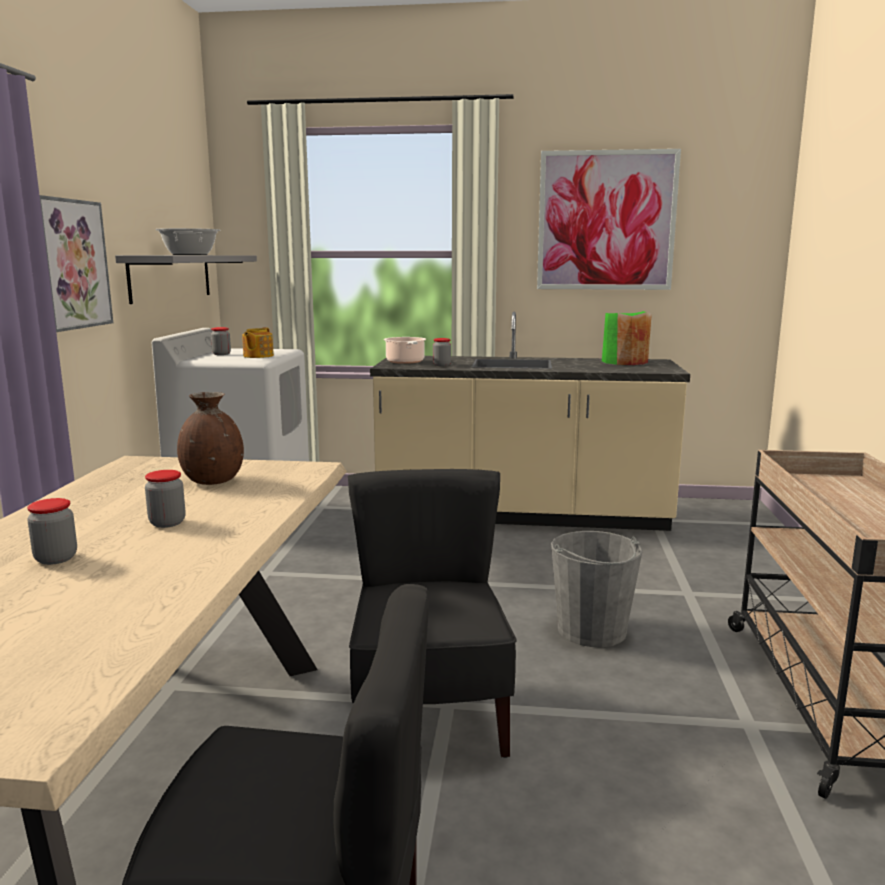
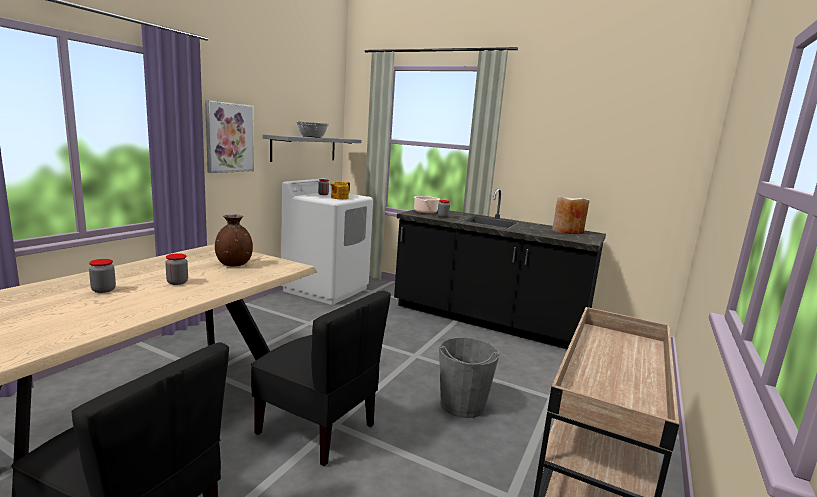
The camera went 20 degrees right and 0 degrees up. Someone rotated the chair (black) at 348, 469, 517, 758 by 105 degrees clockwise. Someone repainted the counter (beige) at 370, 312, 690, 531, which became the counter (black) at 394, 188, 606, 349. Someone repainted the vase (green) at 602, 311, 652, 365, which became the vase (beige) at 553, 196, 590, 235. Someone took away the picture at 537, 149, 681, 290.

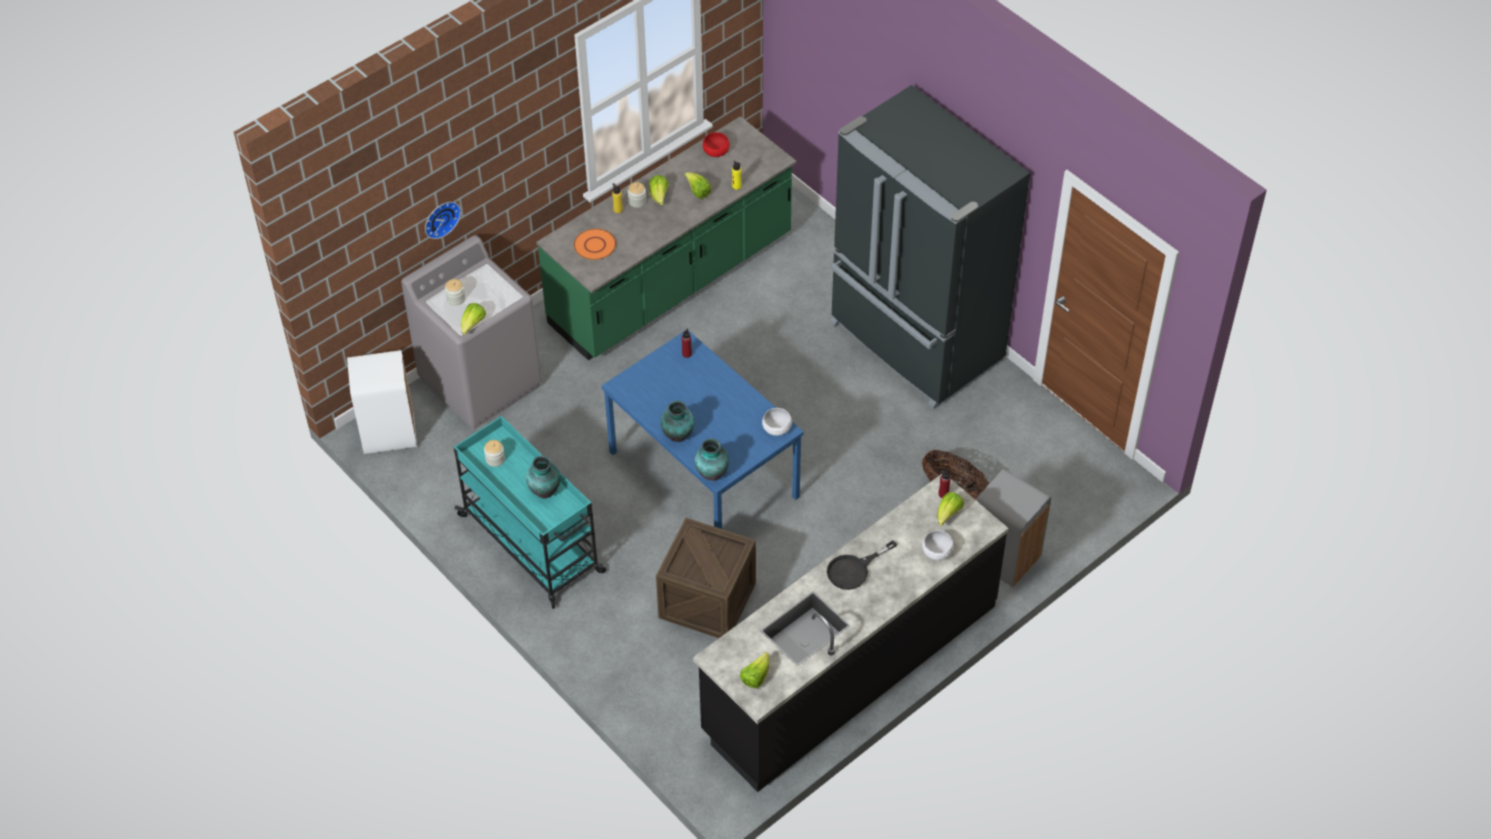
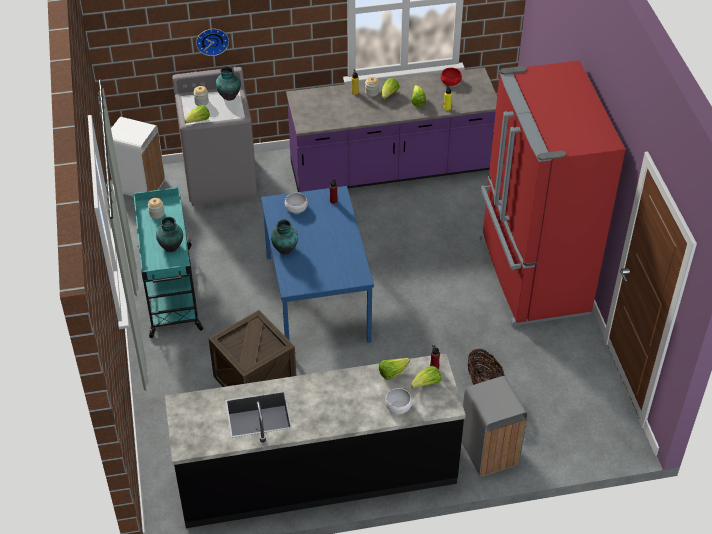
The camera went 30 degrees right and 5 degrees down. Someone carried the vase from 695, 438, 729, 481 to 216, 66, 241, 100. Someone carried the bowl (white) from 762, 408, 792, 436 to 285, 192, 308, 213. Someone repainted the counter (green) at 536, 116, 796, 360, which became the counter (purple) at 286, 67, 497, 192. Someone carried the lettuce from 740, 652, 769, 688 to 379, 358, 410, 380. Someone repainted the fridge (black) at 830, 85, 1030, 409, which became the fridge (red) at 480, 60, 625, 326. Someone took away the plate (orange) at 574, 229, 616, 260. Someone took away the frying pan (black) at 827, 540, 897, 590.

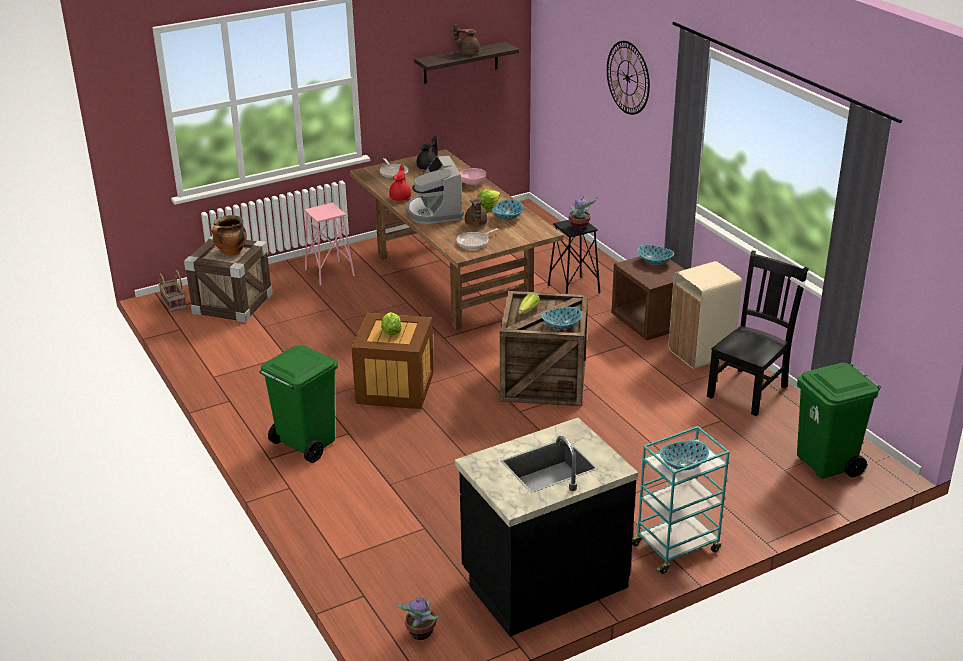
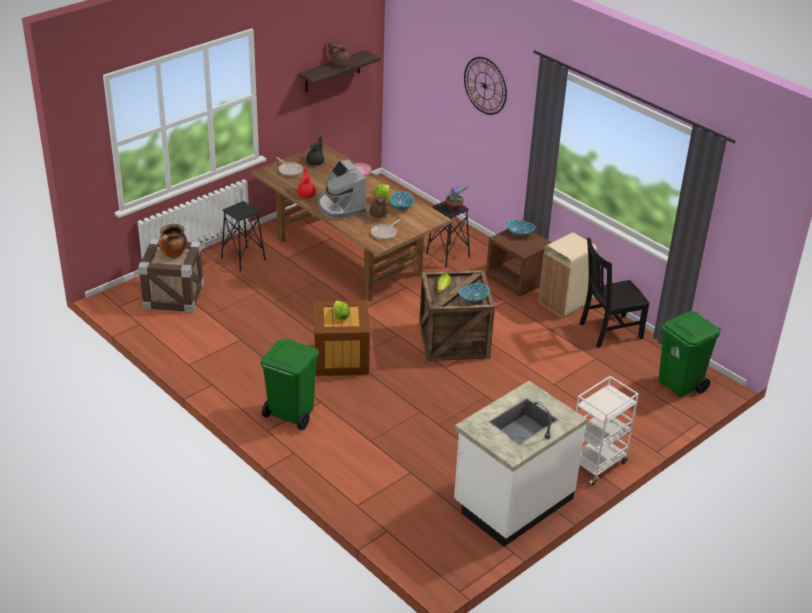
The camera went 15 degrees left and 5 degrees up. Someone repainted the stool (pink) at 304, 202, 355, 285, which became the stool (black) at 221, 201, 266, 272. Someone repainted the counter (black) at 455, 418, 638, 637, which became the counter (white) at 454, 381, 587, 547. Someone repainted the cart (turquoise) at 632, 426, 730, 574, which became the cart (white) at 576, 376, 639, 485. Someone rotated the chair (black) at 707, 250, 809, 416 by 135 degrees counterclockwise. Someone took away the basket at 159, 270, 187, 312. Someone took away the potted plant at 395, 597, 439, 640. Someone took away the bowl at 660, 441, 709, 470.

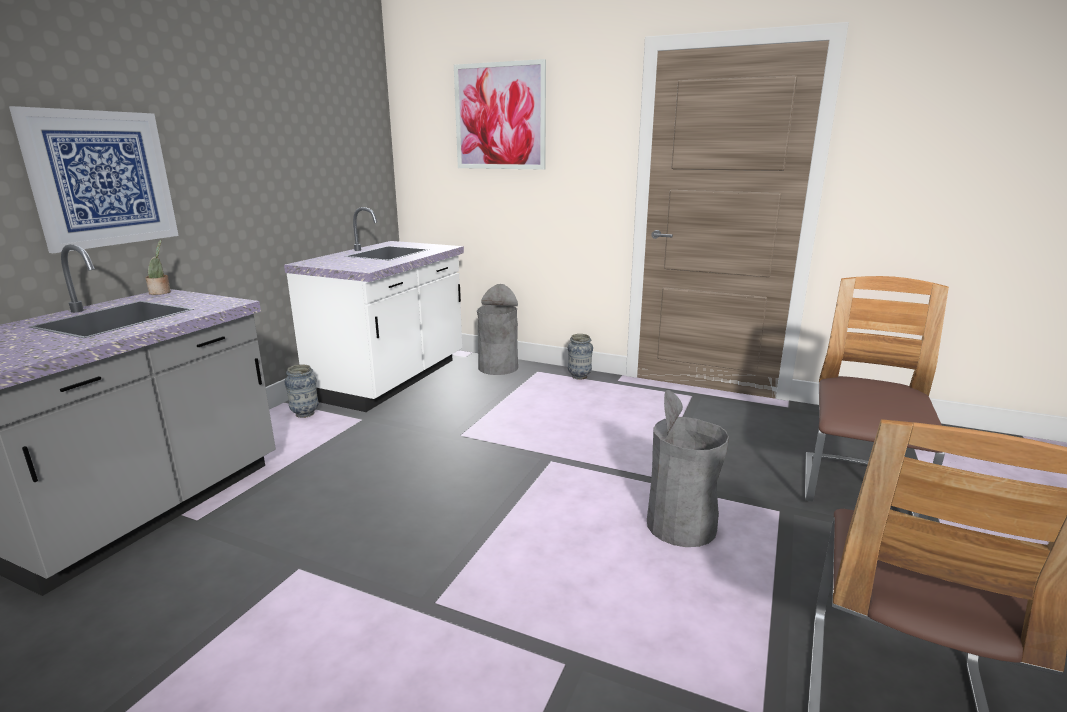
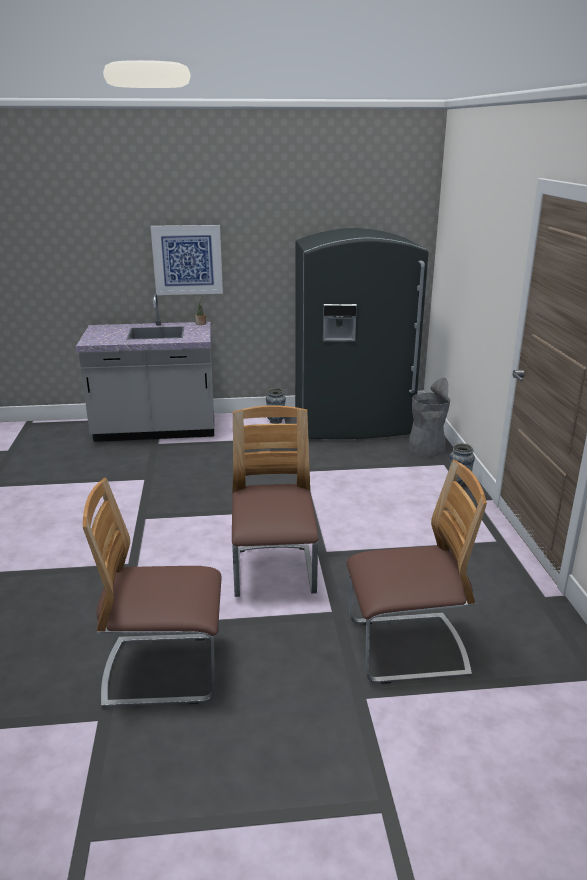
The camera went 60 degrees right and 5 degrees up. Someone swapped the trash can (grey) at 647, 390, 729, 547 for the chair at 232, 405, 319, 597. Someone swapped the counter (white) at 284, 207, 464, 412 for the fridge (grey) at 295, 228, 429, 439. Someone took away the picture at 454, 59, 546, 170.

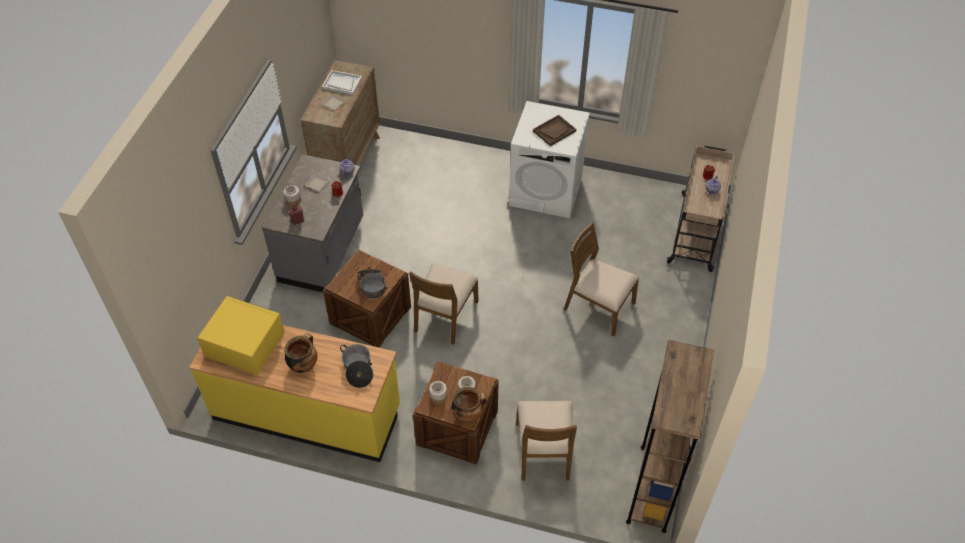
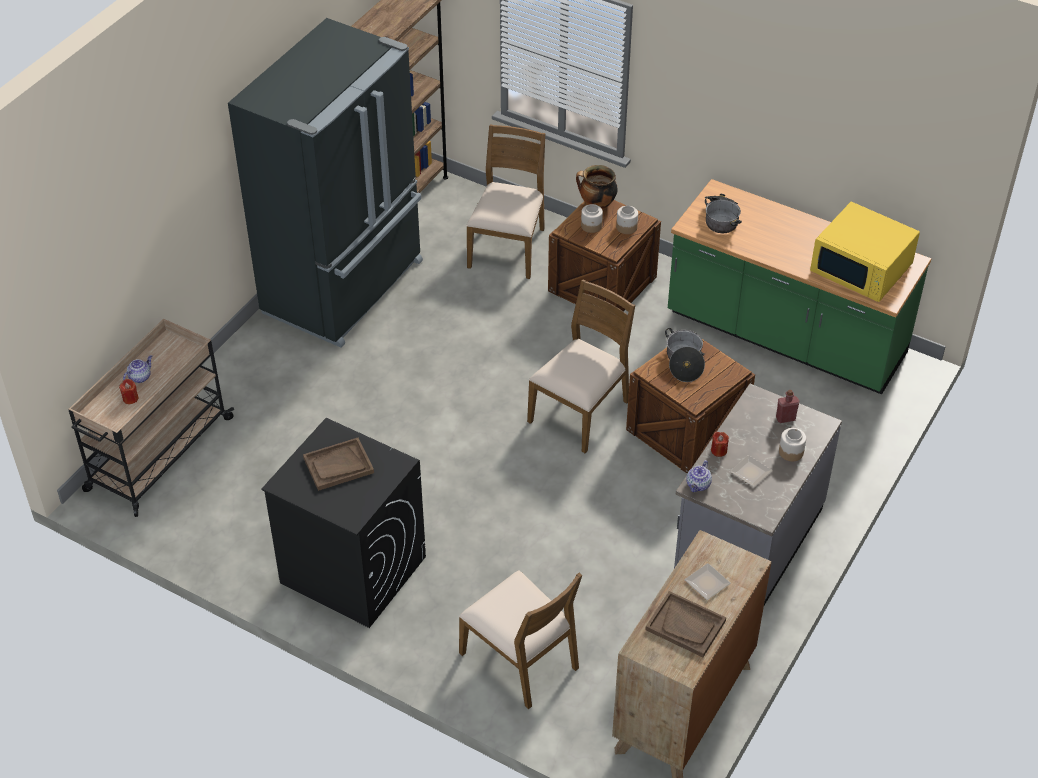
The camera went 165 degrees left and 5 degrees down. Someone put down the fridge (black) at 228, 18, 423, 347. Someone repainted the washing machine (white) at 509, 101, 590, 218, which became the washing machine (black) at 261, 418, 426, 628. Someone carried the chair (brown) from 564, 222, 639, 337 to 459, 571, 582, 709. Someone repainted the tray (white) at 322, 70, 362, 95, which became the tray (brown) at 645, 591, 726, 657. Someone repainted the counter (yellow) at 189, 325, 400, 462, which became the counter (green) at 668, 179, 931, 394. Someone took away the cooking pot at 284, 333, 317, 373.

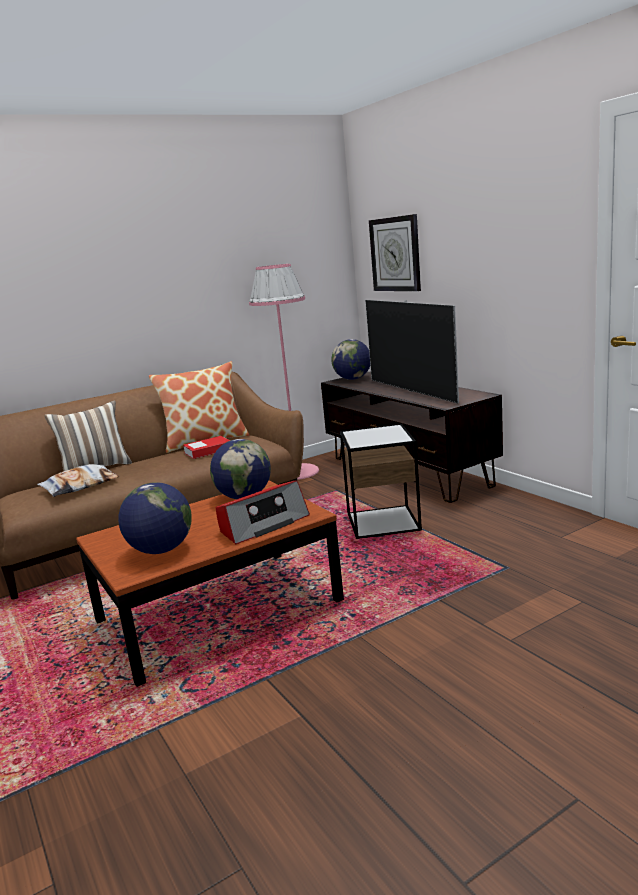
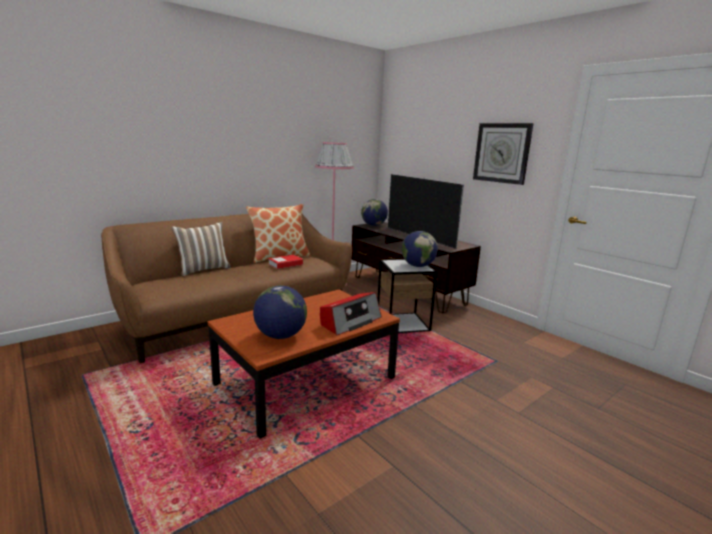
The camera went 10 degrees left and 0 degrees up. Someone carried the globe from 210, 439, 271, 499 to 401, 231, 438, 267. Someone carried the wall clock from 369, 214, 421, 291 to 473, 123, 533, 185. Someone took away the pillow at 37, 464, 119, 497.

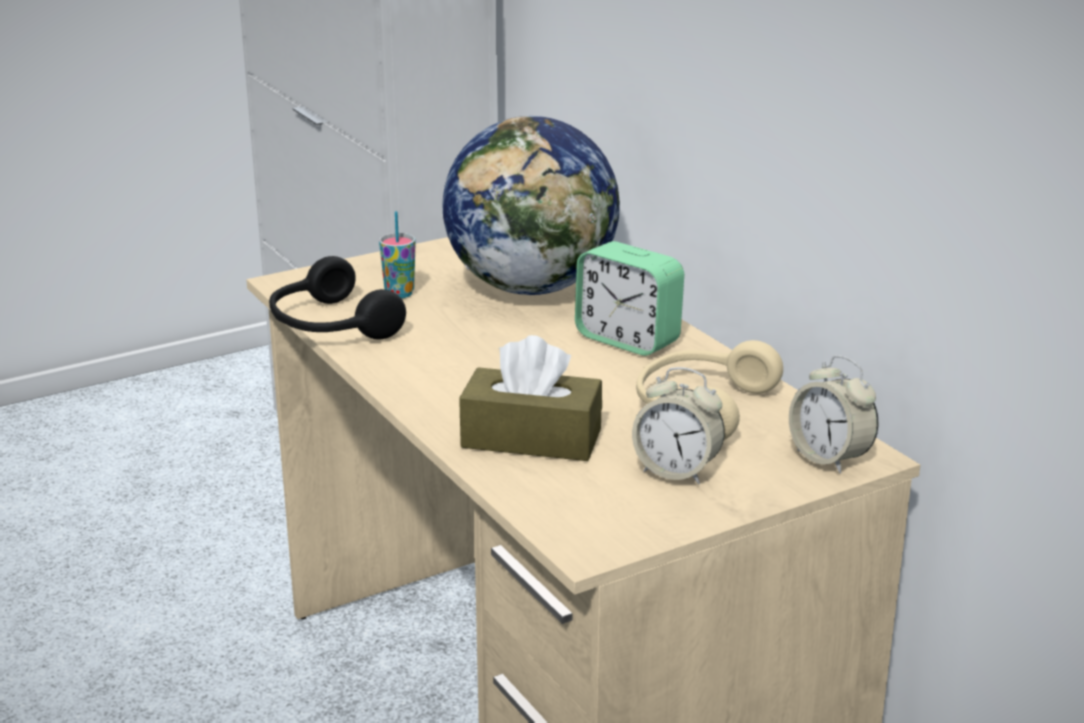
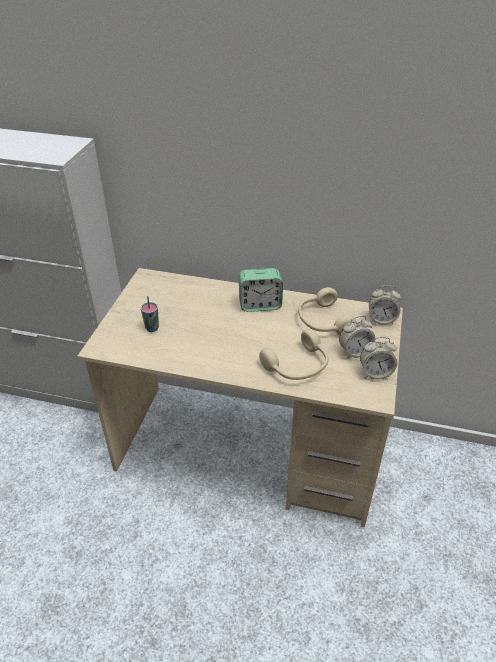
The camera went 45 degrees left and 15 degrees up. Someone swapped the tissue box (brown) at 459, 335, 602, 461 for the headphones (beige) at 259, 329, 329, 380. Someone put down the alarm clock at 360, 337, 397, 380. Someone took away the headphones (black) at 269, 256, 406, 340. Someone took away the globe at 442, 116, 620, 295.

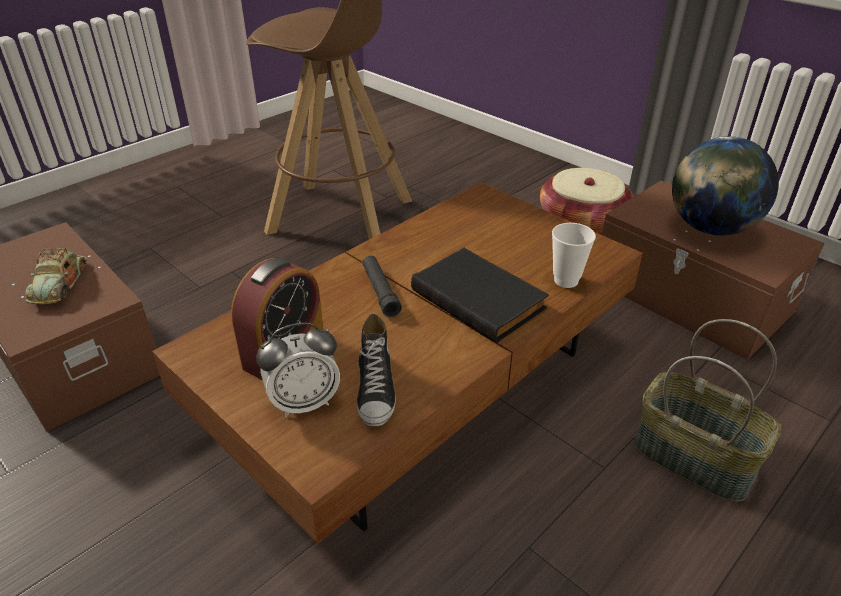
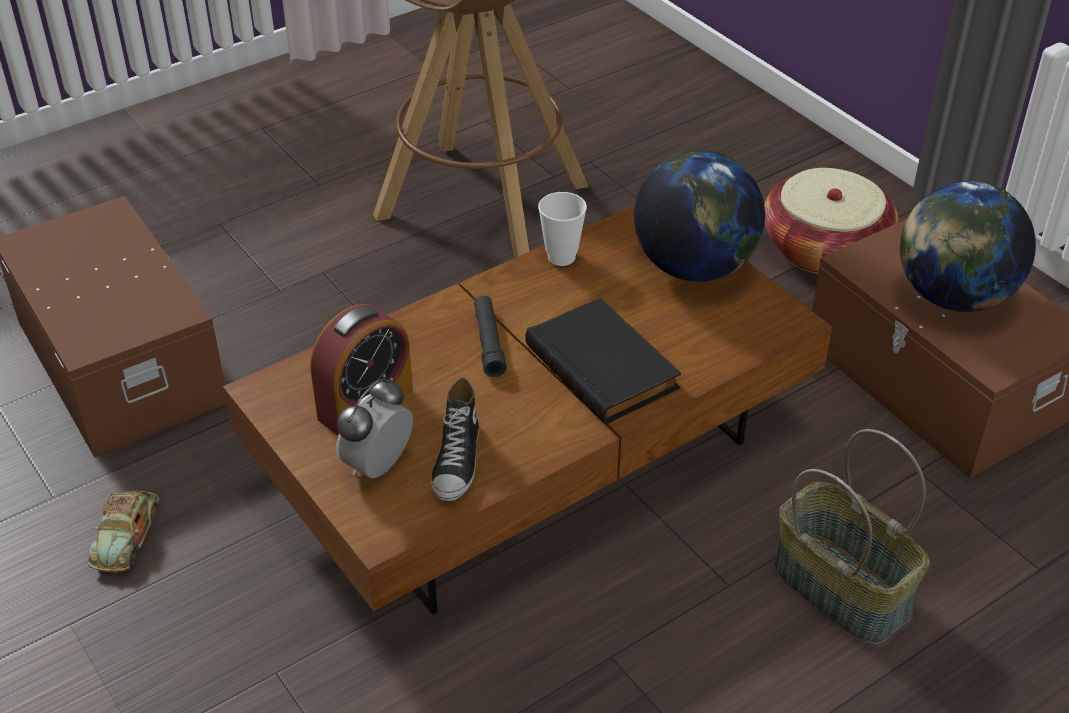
The camera went 10 degrees right and 5 degrees up. Someone carried the toy car from 25, 248, 87, 304 to 88, 490, 159, 572. Someone rotated the alarm clock at 256, 322, 340, 417 by 135 degrees clockwise. Someone carried the cup from 552, 223, 596, 288 to 538, 192, 587, 266. Someone put down the globe at 634, 150, 765, 282.

